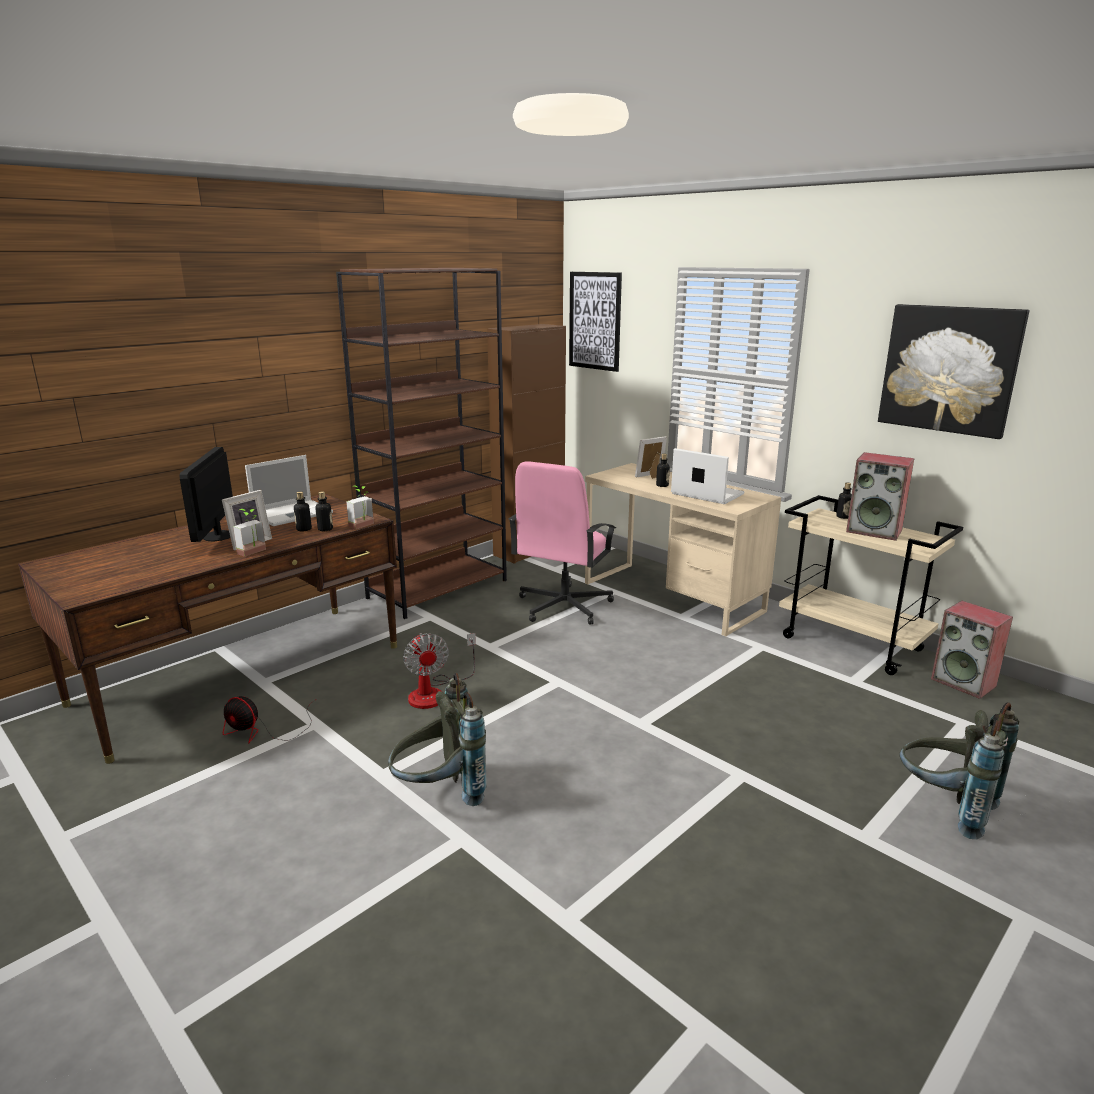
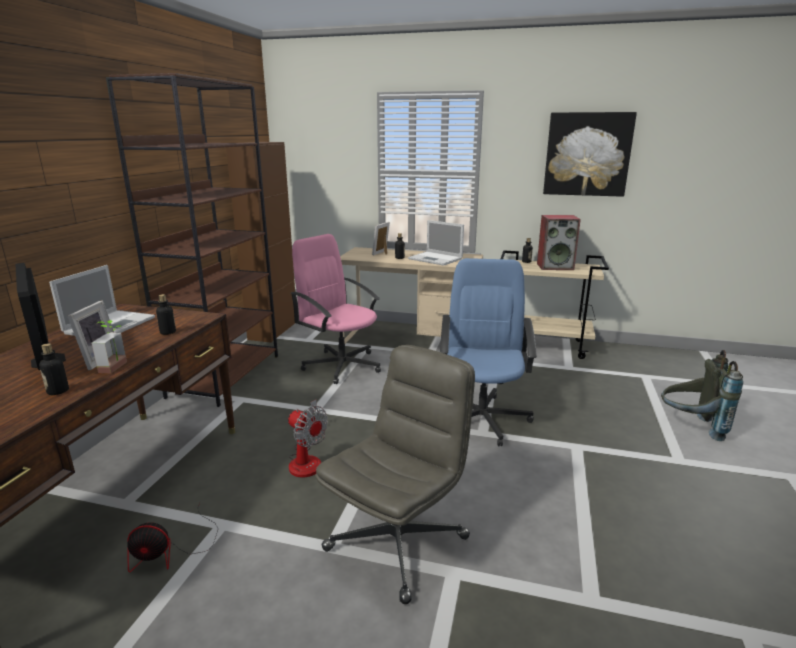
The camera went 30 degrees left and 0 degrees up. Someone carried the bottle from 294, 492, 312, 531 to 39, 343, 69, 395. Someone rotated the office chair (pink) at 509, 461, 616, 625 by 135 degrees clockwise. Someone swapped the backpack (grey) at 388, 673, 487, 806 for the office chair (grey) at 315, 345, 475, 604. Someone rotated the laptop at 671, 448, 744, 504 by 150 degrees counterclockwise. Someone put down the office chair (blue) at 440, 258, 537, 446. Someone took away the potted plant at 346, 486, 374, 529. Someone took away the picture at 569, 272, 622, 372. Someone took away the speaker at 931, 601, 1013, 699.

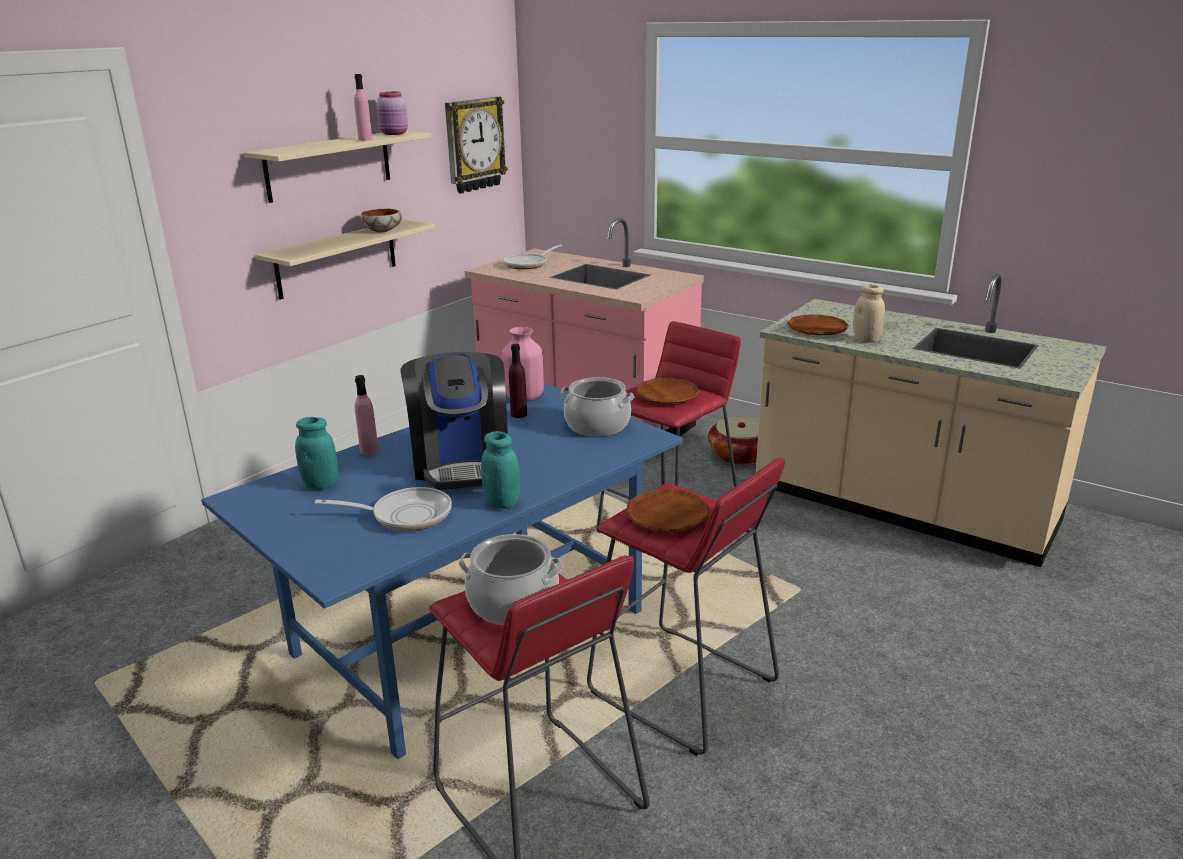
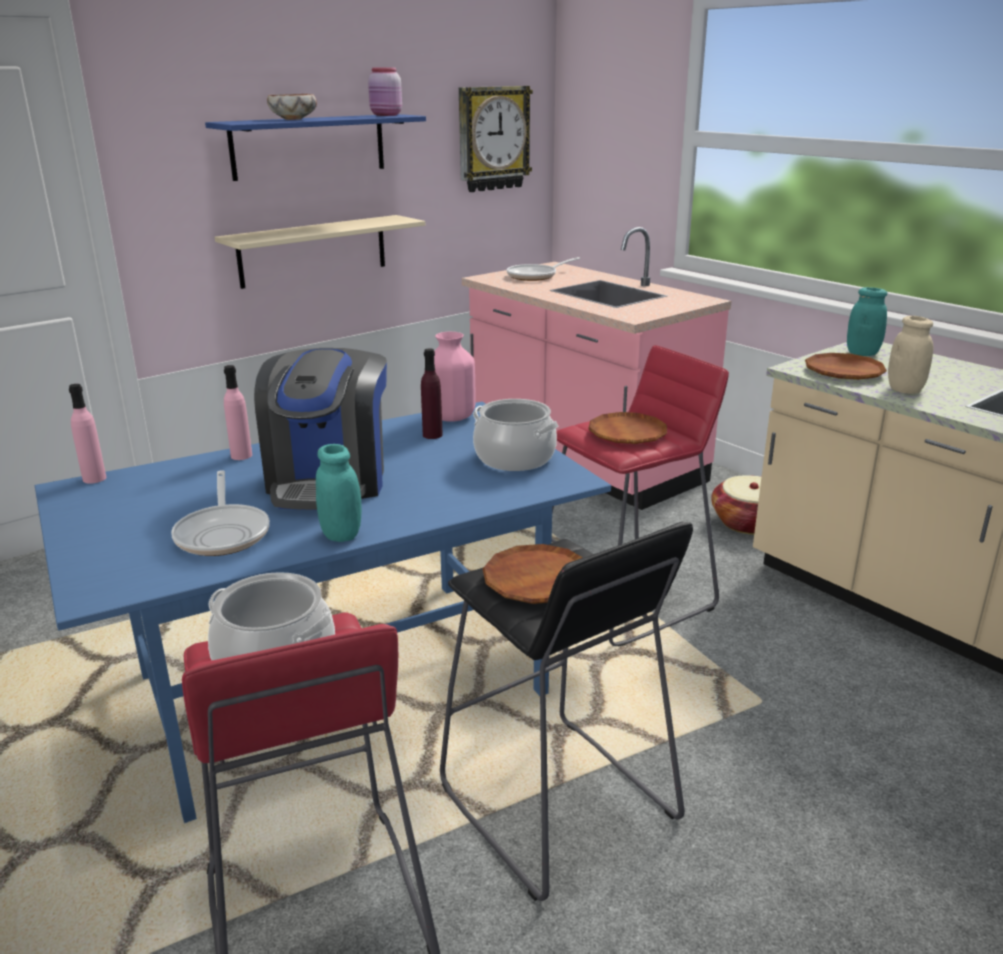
The camera went 15 degrees right and 0 degrees up. Someone carried the bottle (pink) from 354, 74, 372, 141 to 69, 384, 106, 484. Someone rotated the frying pan at 315, 487, 452, 531 by 60 degrees clockwise. Someone repainted the shelf (beige) at 244, 131, 431, 203, which became the shelf (blue) at 205, 114, 426, 181. Someone carried the bowl from 361, 209, 402, 232 to 267, 94, 317, 120. Someone repainted the stool (red) at 587, 457, 785, 756, which became the stool (black) at 440, 522, 693, 901. Someone carried the jar (turquoise) from 295, 417, 338, 490 to 847, 287, 887, 356.

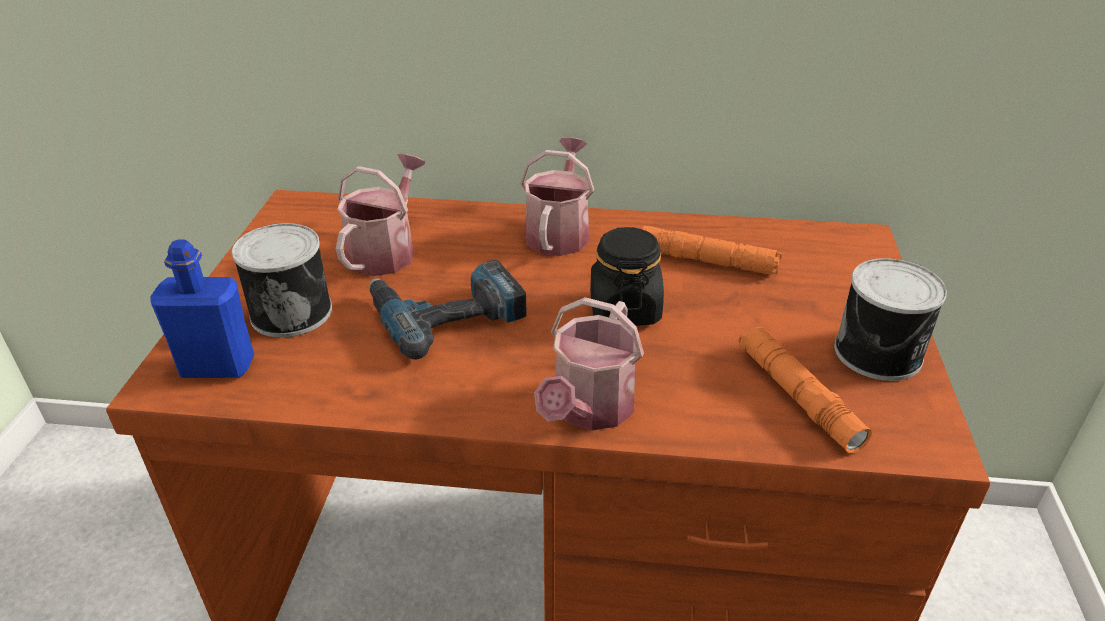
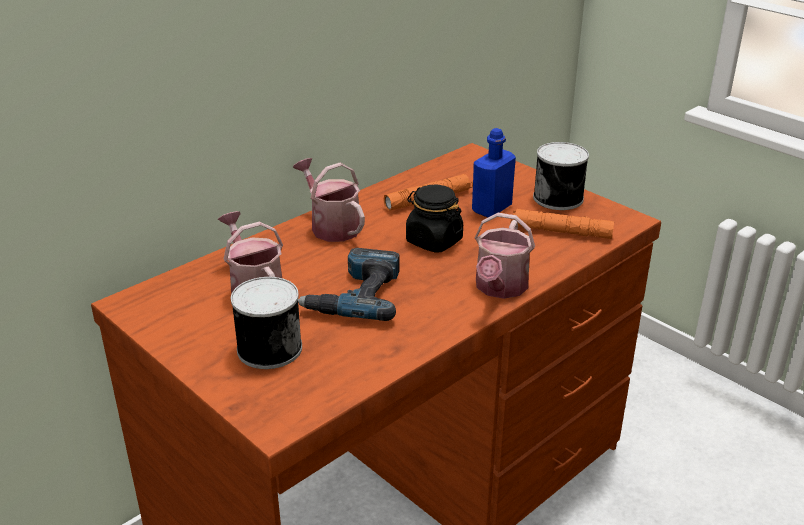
The camera went 50 degrees left and 5 degrees down. Someone carried the bottle (blue) from 150, 240, 254, 378 to 472, 128, 516, 217. Someone rotated the watering can at 534, 297, 644, 431 by 45 degrees clockwise.

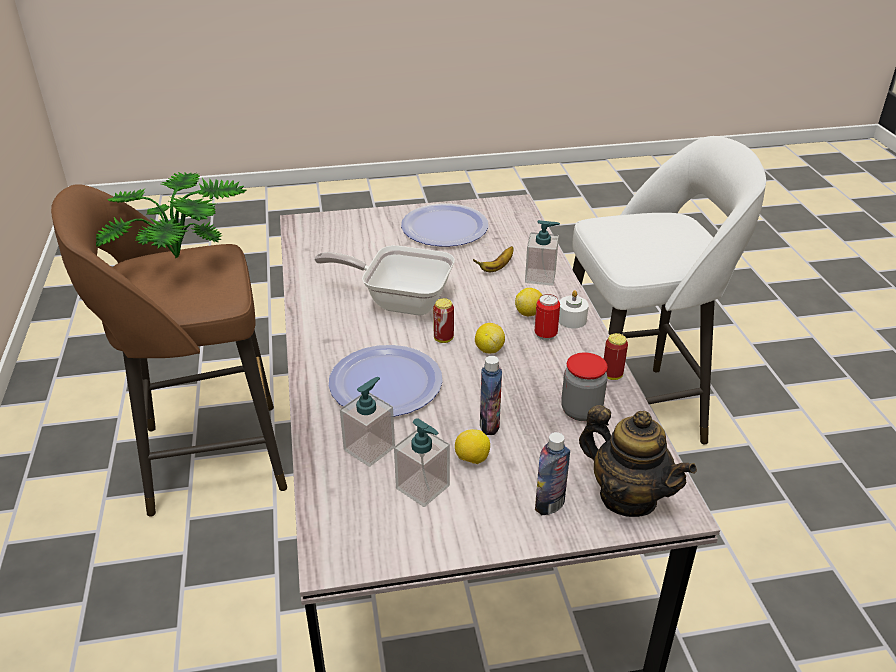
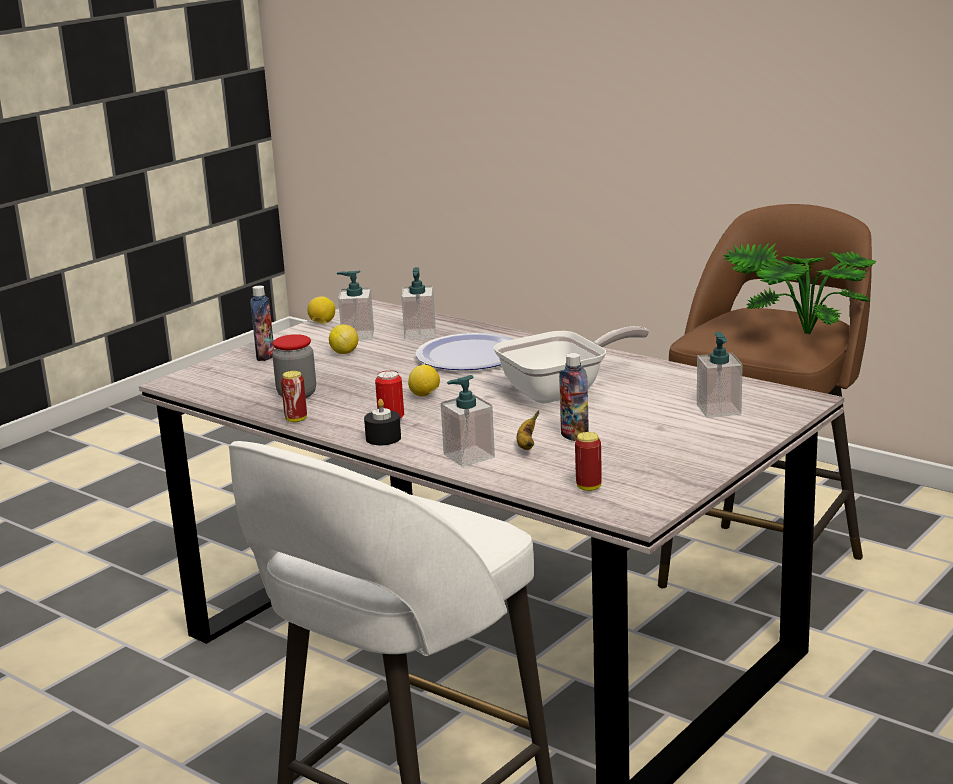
The camera went 140 degrees right and 15 degrees down. Someone carried the lemon from 515, 288, 542, 316 to 307, 296, 335, 324. Someone repainted the candle (white) at 559, 290, 589, 328, which became the candle (black) at 364, 399, 401, 445. Someone carried the bottle from 480, 356, 502, 435 to 559, 353, 589, 441. Someone carried the can from 433, 298, 454, 343 to 575, 432, 602, 491. Someone put down the soap dispenser at 697, 332, 743, 418. Someone took away the plate at 401, 204, 488, 246. Someone took away the teapot at 579, 405, 697, 517.

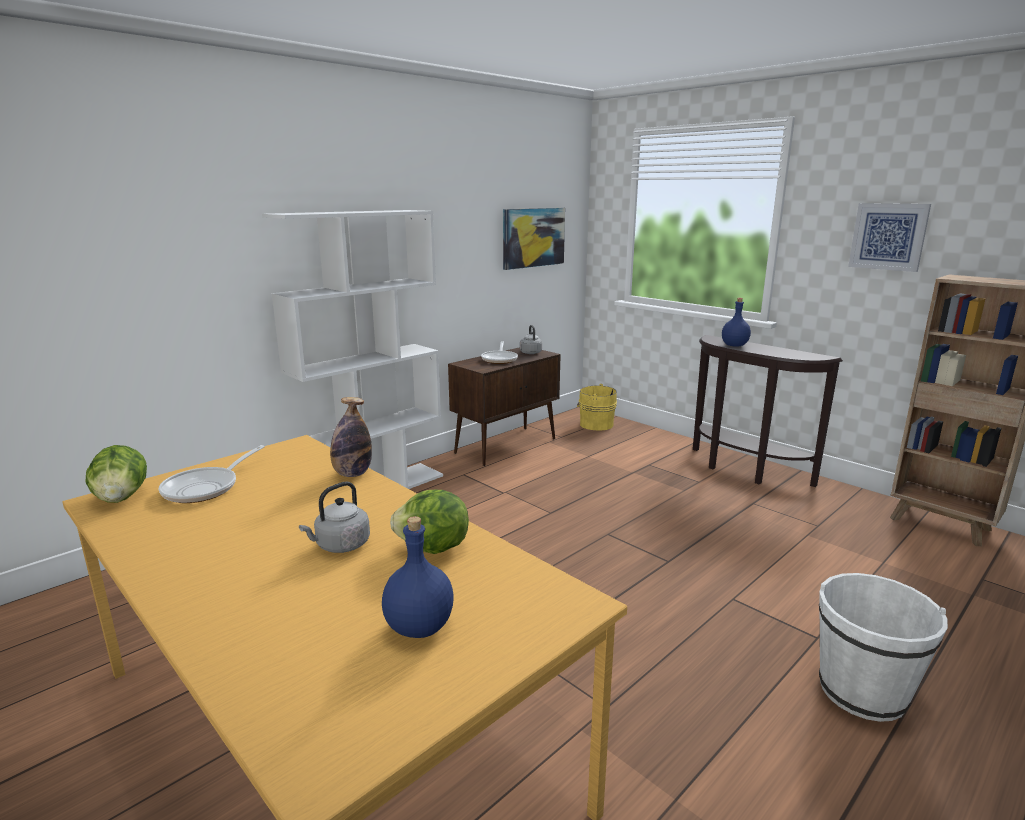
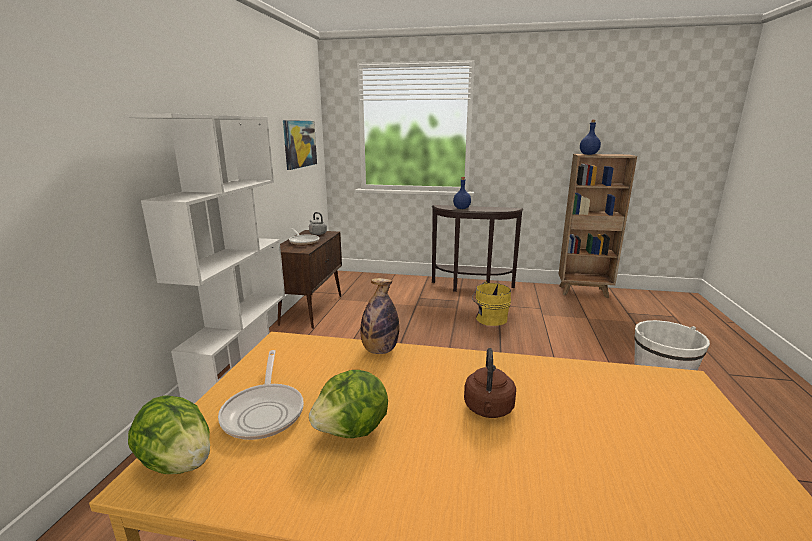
The camera went 35 degrees left and 0 degrees up. Someone carried the lettuce from 390, 490, 469, 554 to 309, 370, 388, 438. Someone repainted the kettle (grey) at 299, 482, 370, 553, which became the kettle (brown) at 464, 348, 516, 418. Someone carried the bucket (yellow) from 577, 384, 617, 431 to 472, 281, 511, 326. Someone carried the bottle (blue) from 382, 516, 454, 638 to 580, 120, 601, 155. Someone took away the picture at 848, 203, 931, 272.

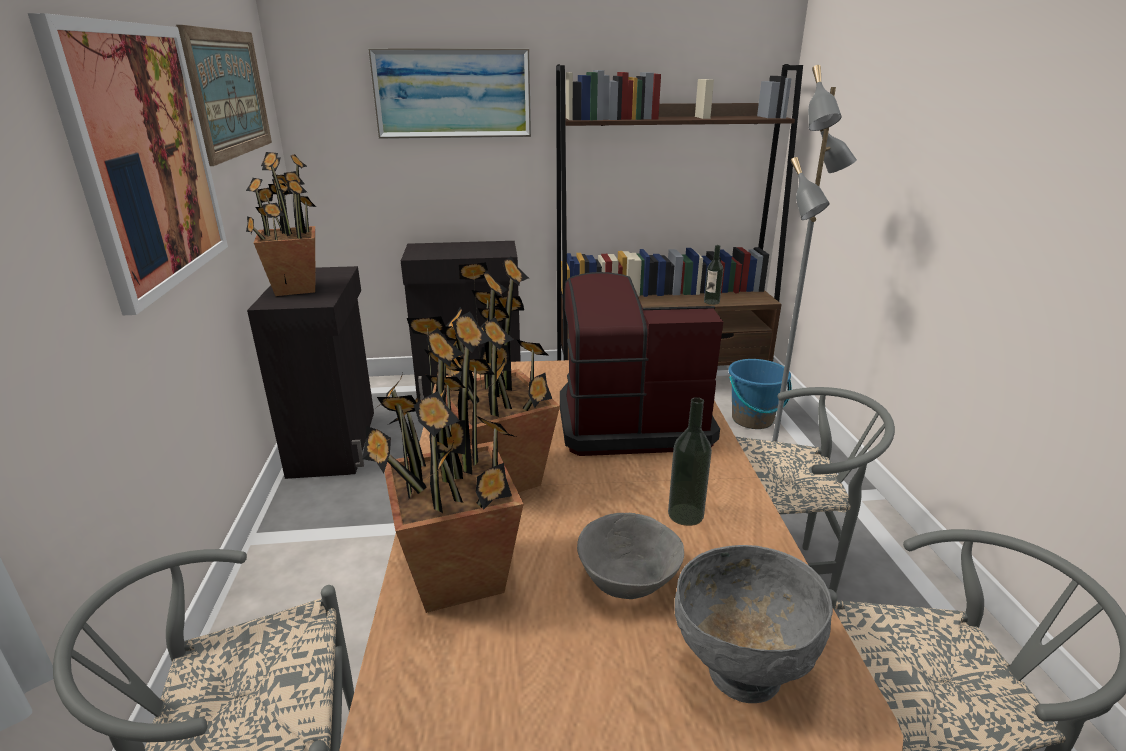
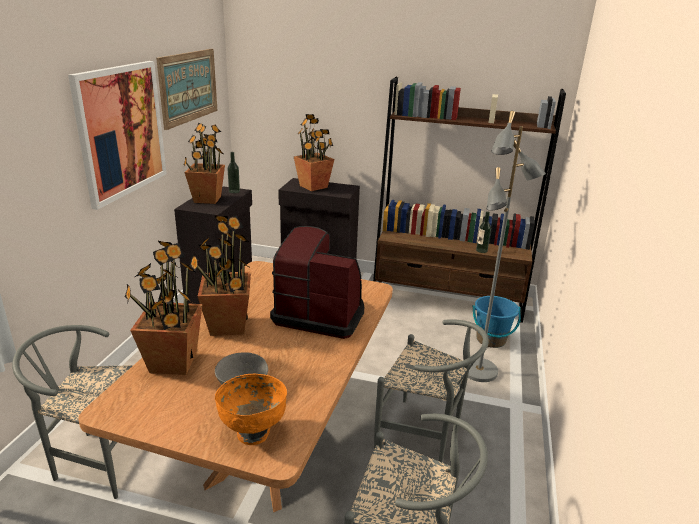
The camera went 20 degrees right and 0 degrees up. Someone repainted the bowl (grey) at 674, 545, 833, 703, which became the bowl (orange) at 215, 373, 287, 445. Someone carried the bottle from 668, 397, 712, 526 to 228, 152, 240, 193. Someone put down the potted plant at 294, 114, 335, 191. Someone took away the picture at 368, 48, 531, 139.

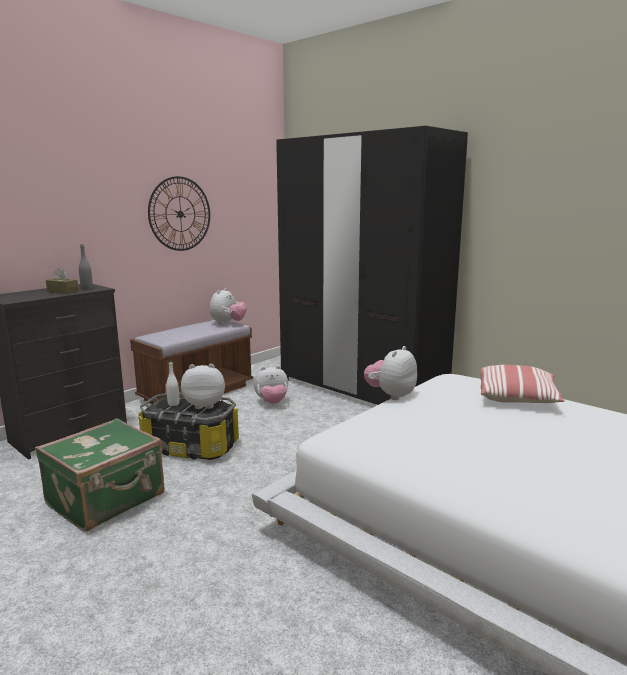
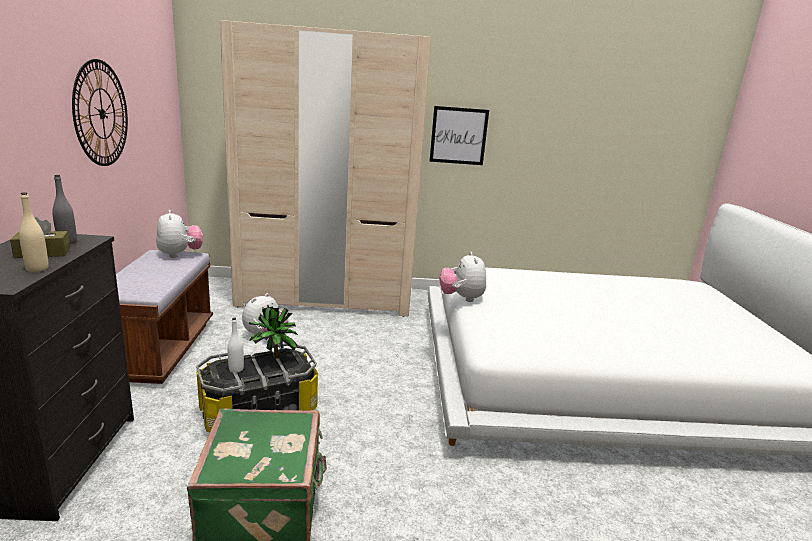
The camera went 45 degrees left and 5 degrees up. Someone put down the bottle (beige) at 19, 192, 49, 272. Someone repainted the wardrobe (black) at 276, 126, 468, 405, which became the wardrobe (beige) at 220, 20, 431, 317. Someone swapped the plush toy at 181, 364, 225, 409 for the potted plant at 249, 307, 298, 359. Someone put up the picture at 430, 106, 489, 165. Someone took away the pillow at 480, 365, 565, 403.

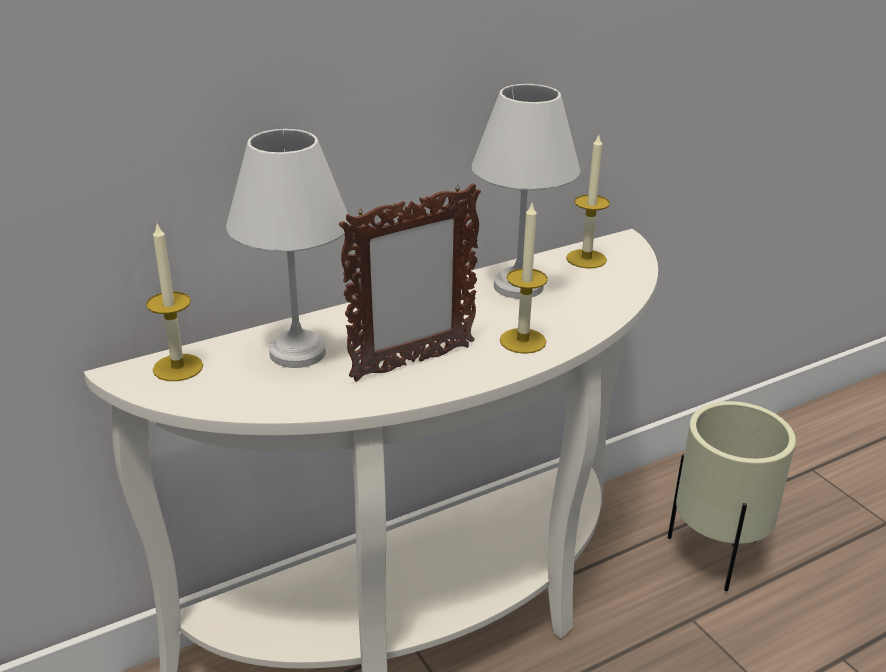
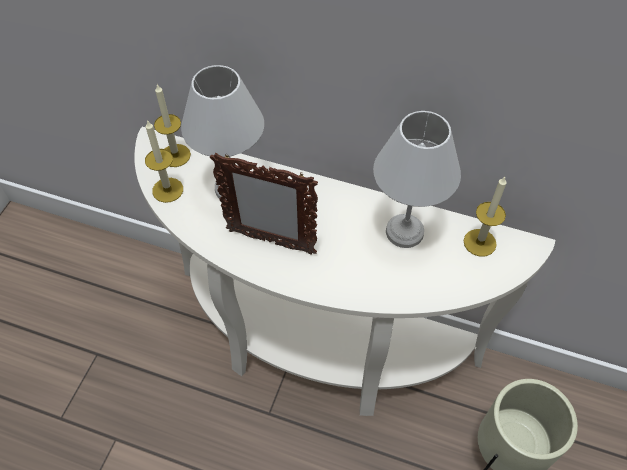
The camera went 50 degrees right and 25 degrees up. Someone carried the candle from 500, 203, 548, 354 to 145, 120, 183, 203.

